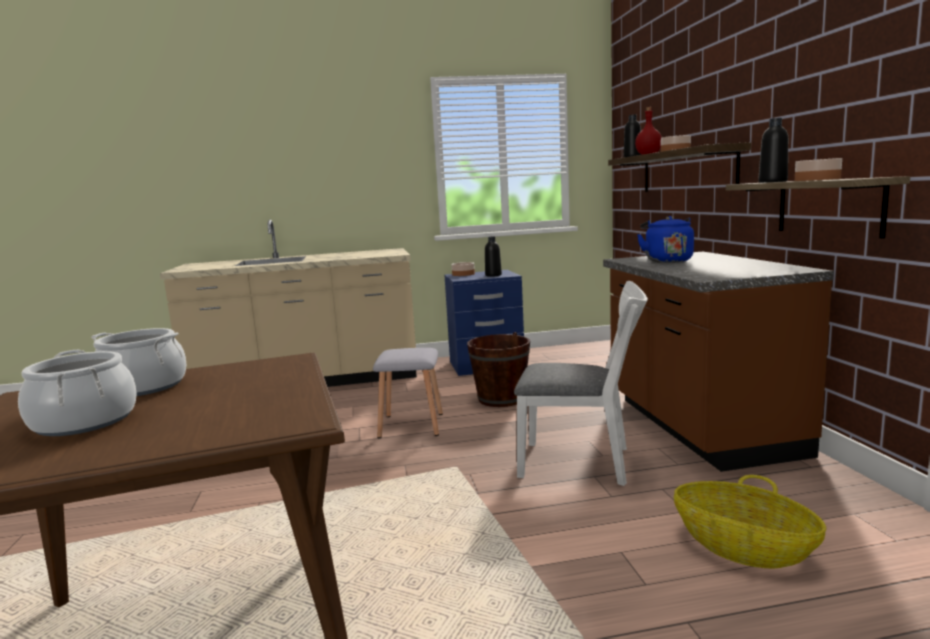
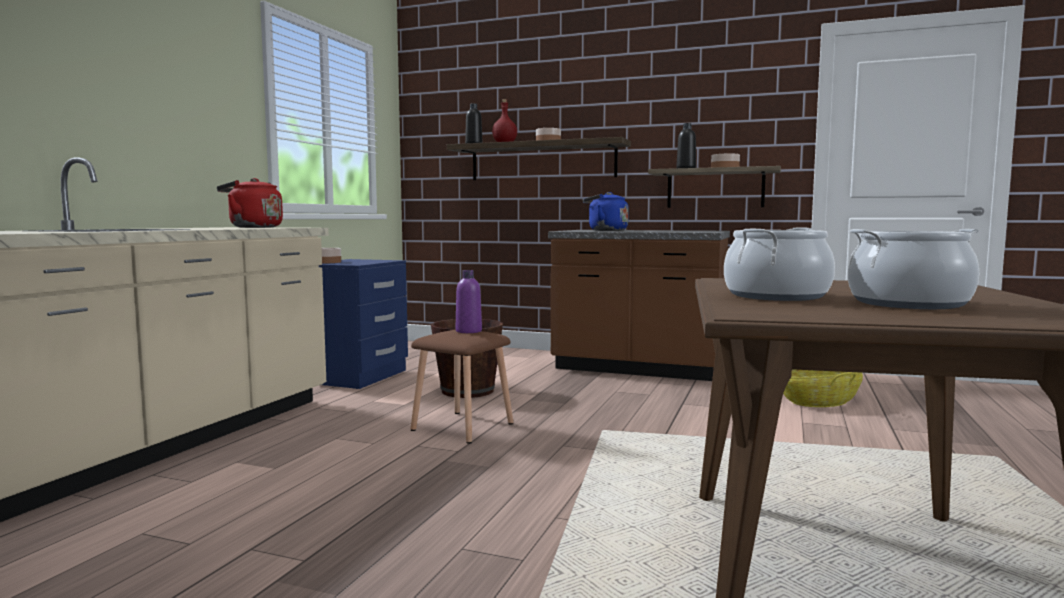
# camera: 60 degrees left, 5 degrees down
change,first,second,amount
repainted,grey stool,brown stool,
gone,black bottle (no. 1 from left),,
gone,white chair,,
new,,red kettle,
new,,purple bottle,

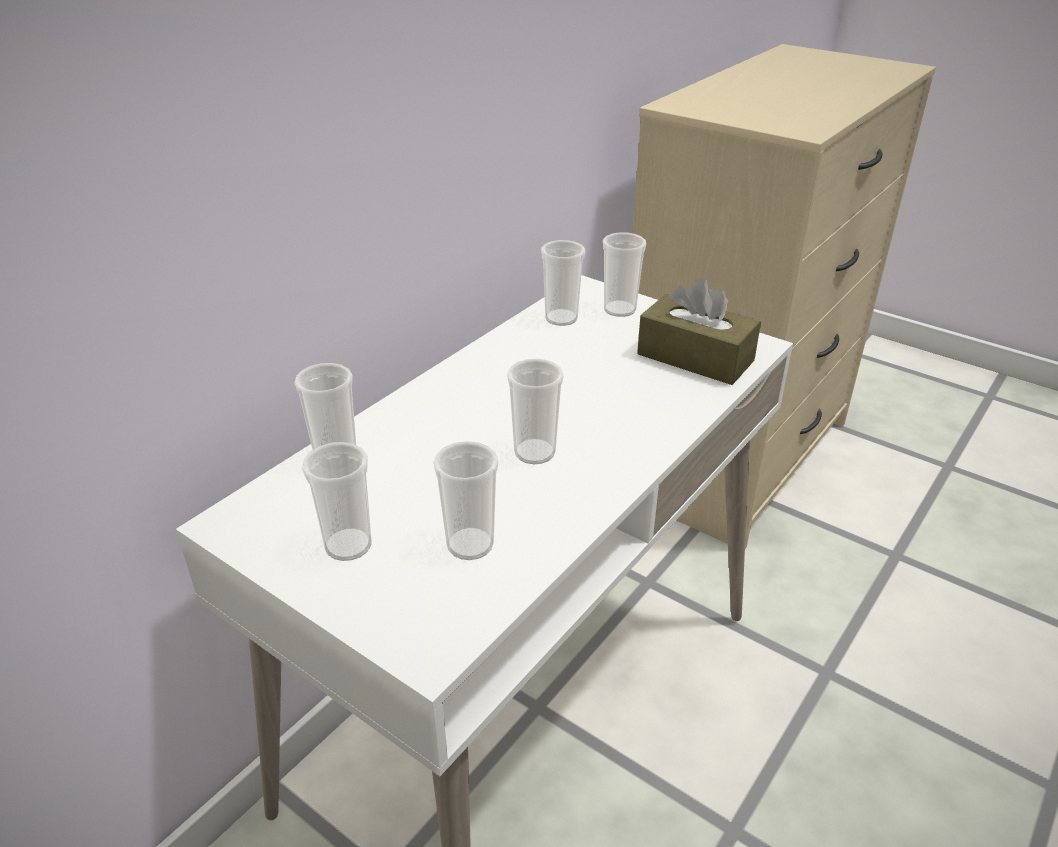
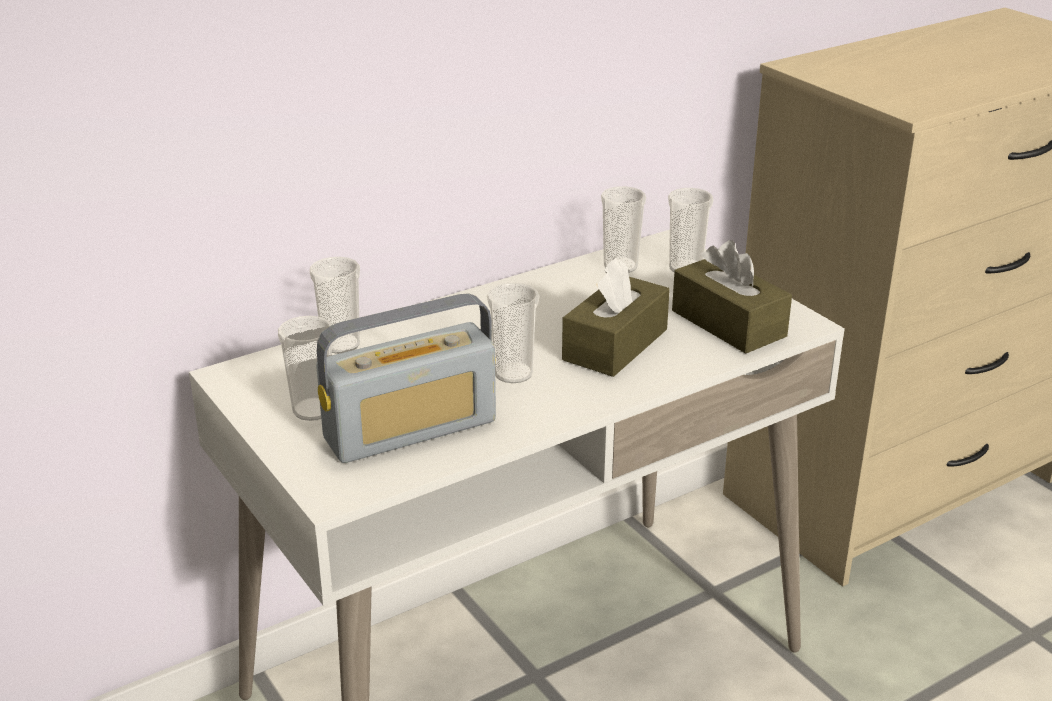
# camera: 20 degrees right, 5 degrees down
change,first,second,amount
swapped,cup (no. 3 from left),radio,
new,,brown tissue box (no. 1 from left),

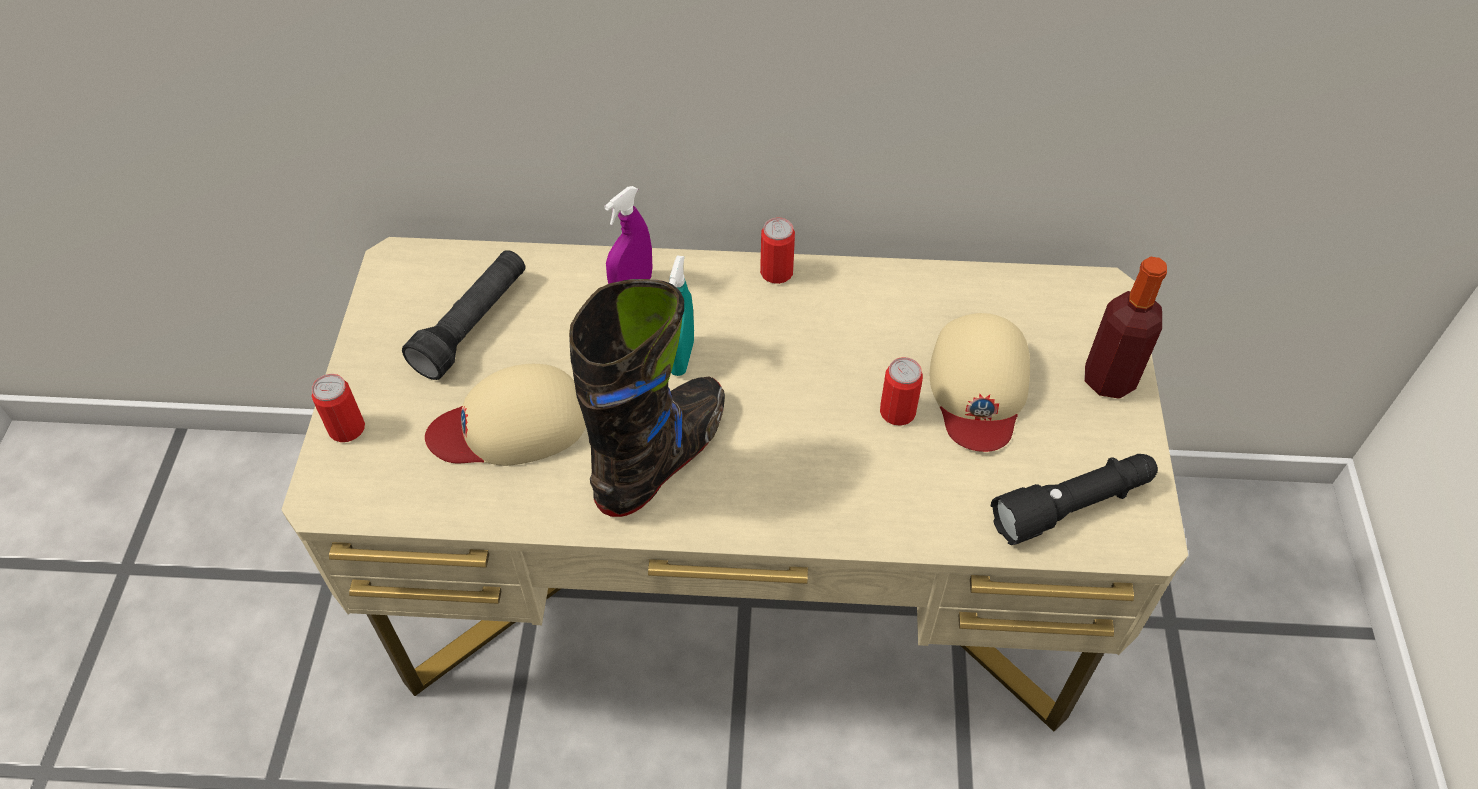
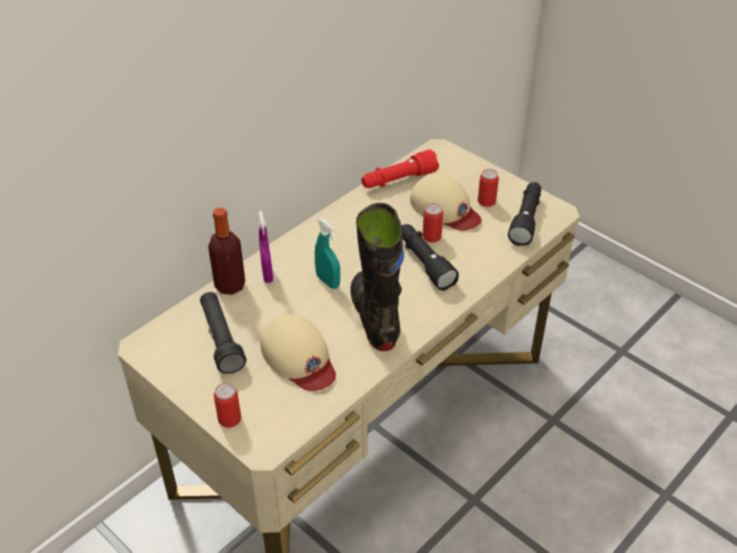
# camera: 50 degrees left, 10 degrees down
change,first,second,amount
rotated,beige cap (no. 1 from left),,60 degrees counterclockwise
shifted,can (no. 2 from left in the first image),can (no. 3 from left),
shifted,bottle,,
new,,red flashlight,
new,,black flashlight (no. 2 from left),

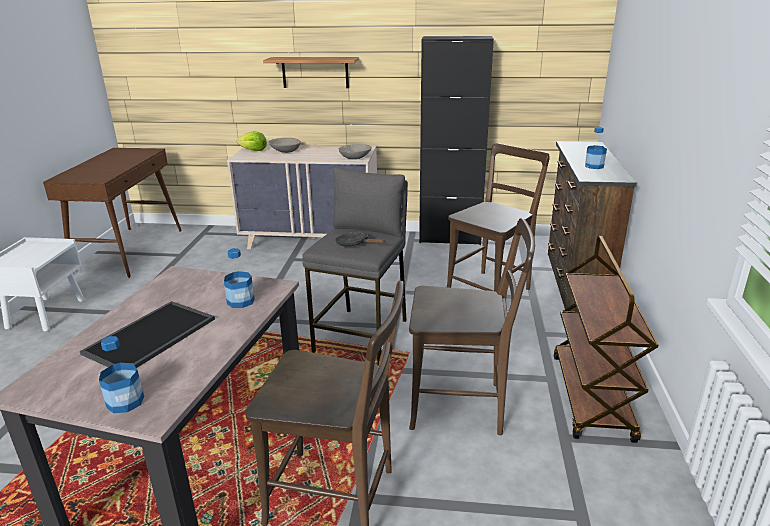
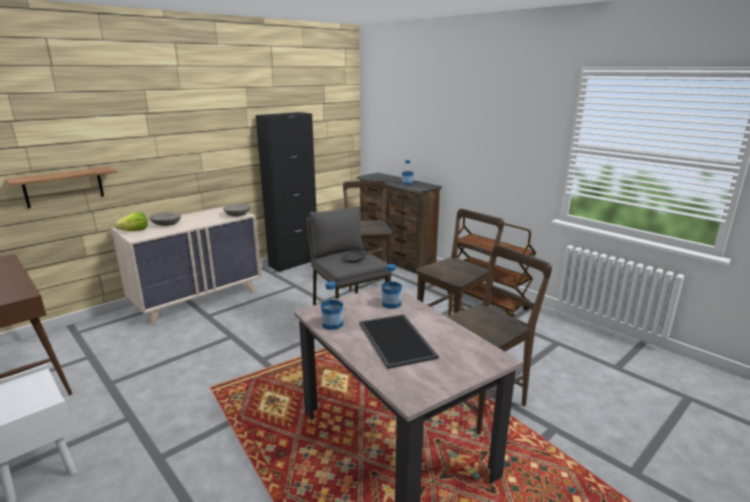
# camera: 50 degrees left, 5 degrees down
change,first,second,amount
shifted,bottle (no. 1 from left),,
shifted,shelf,,

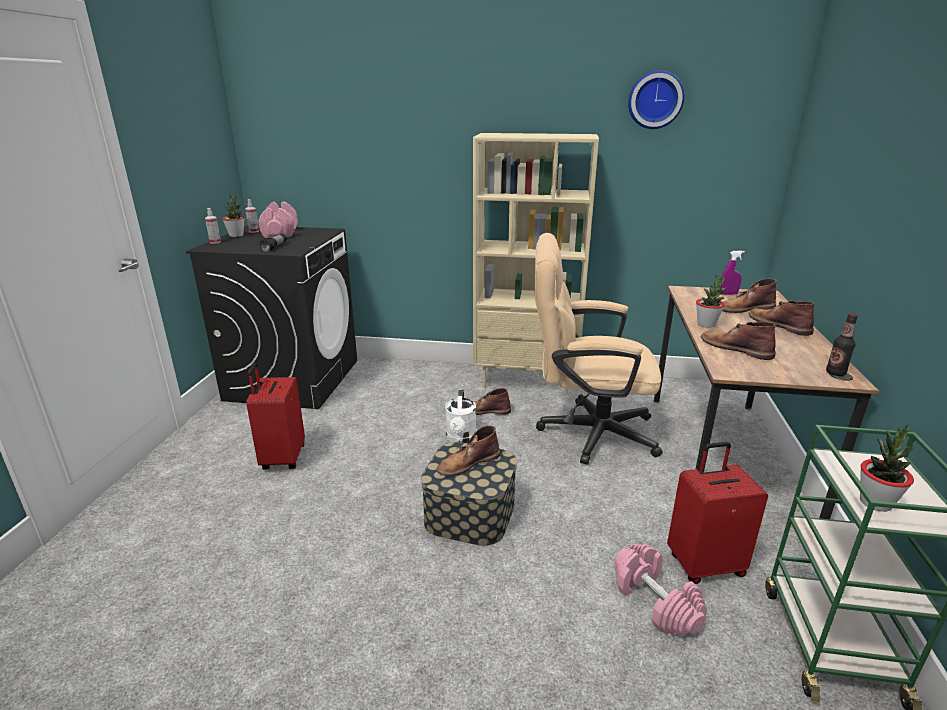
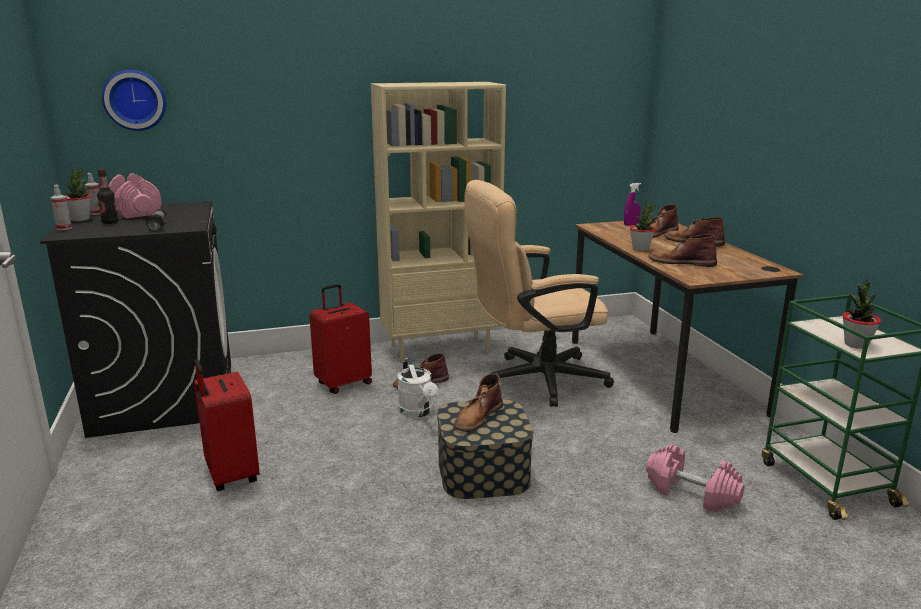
# camera: 25 degrees left, 5 degrees down
change,first,second,amount
shifted,wall clock,,
shifted,red suitcase (no. 2 from left),,
shifted,bottle,,

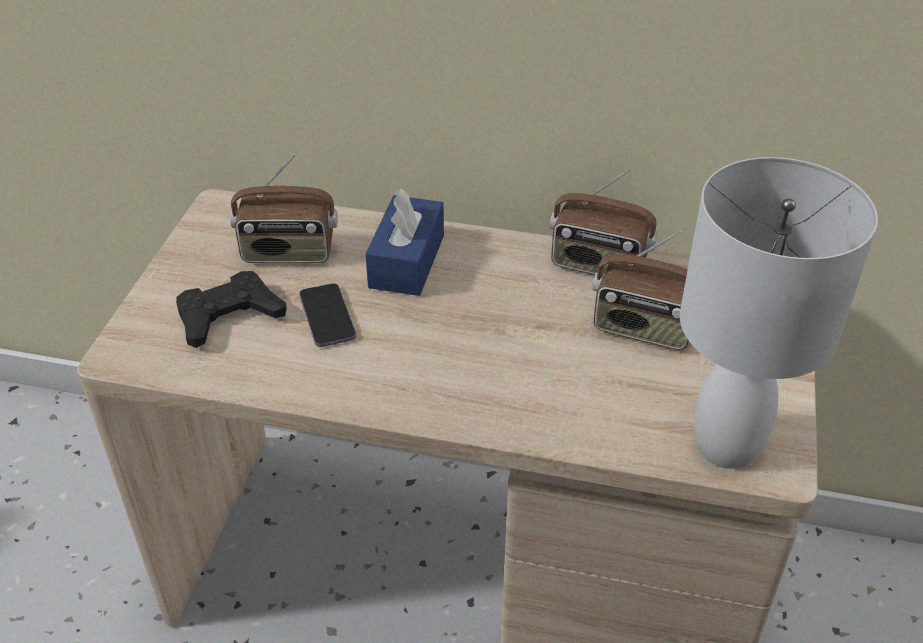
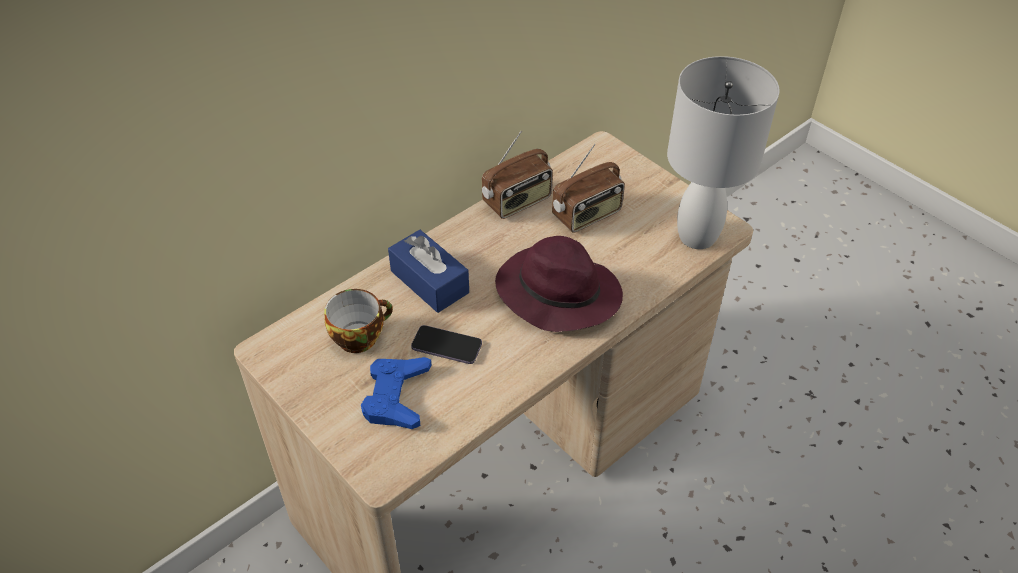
# camera: 55 degrees left, 5 degrees up
change,first,second,amount
repainted,black game controller,blue game controller,
swapped,radio (no. 1 from left),cup,
new,,purple hat,

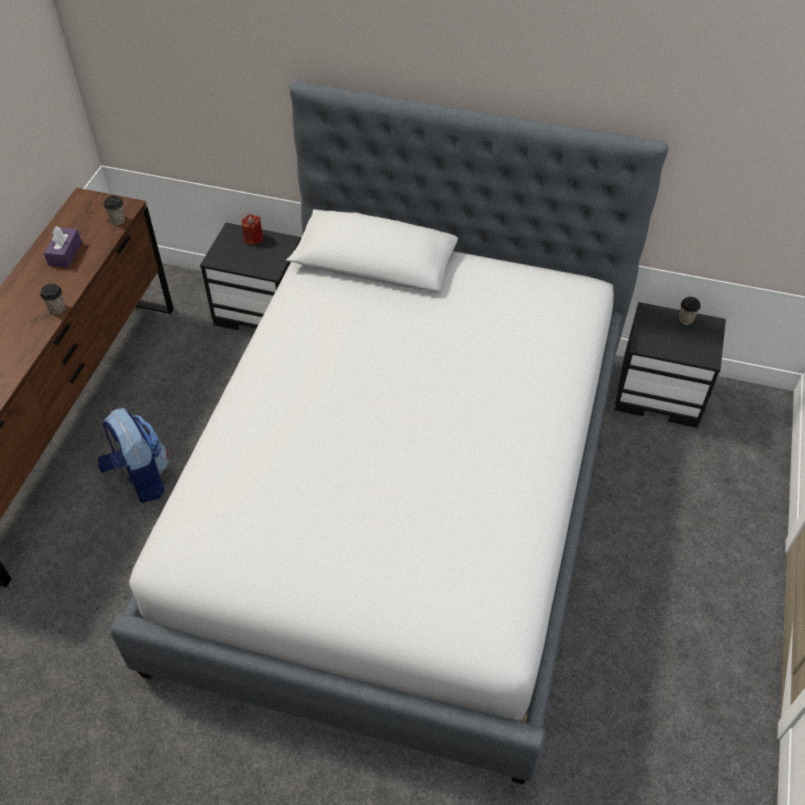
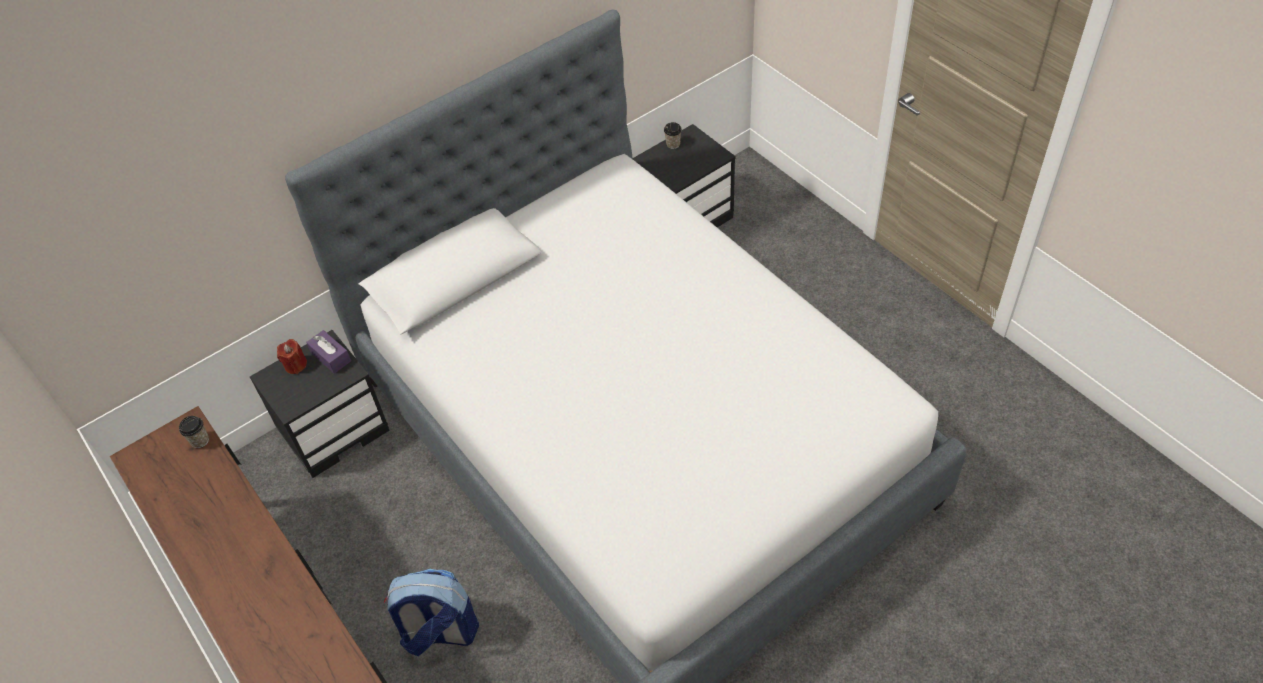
# camera: 50 degrees left, 0 degrees up
change,first,second,amount
gone,cup (no. 1 from left),,
shifted,purple tissue box,,

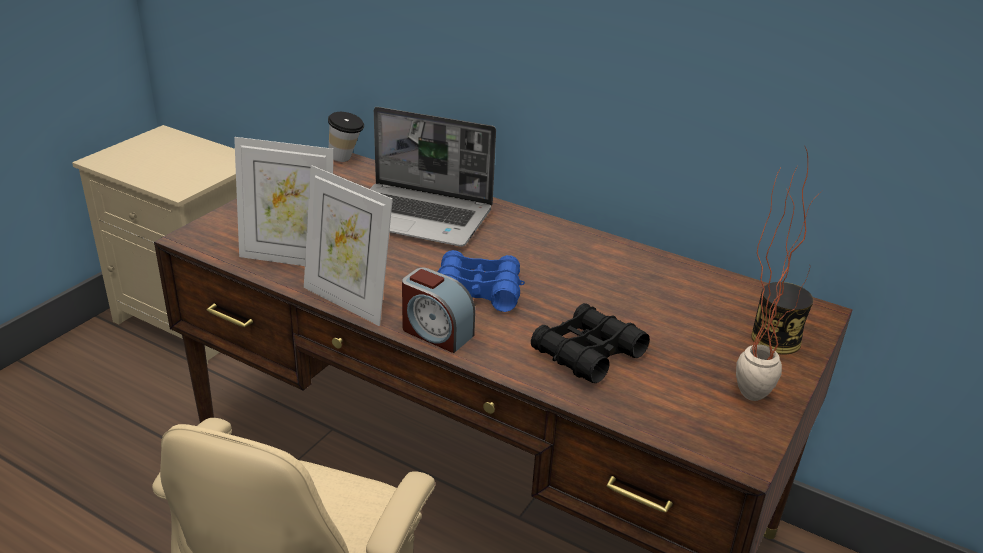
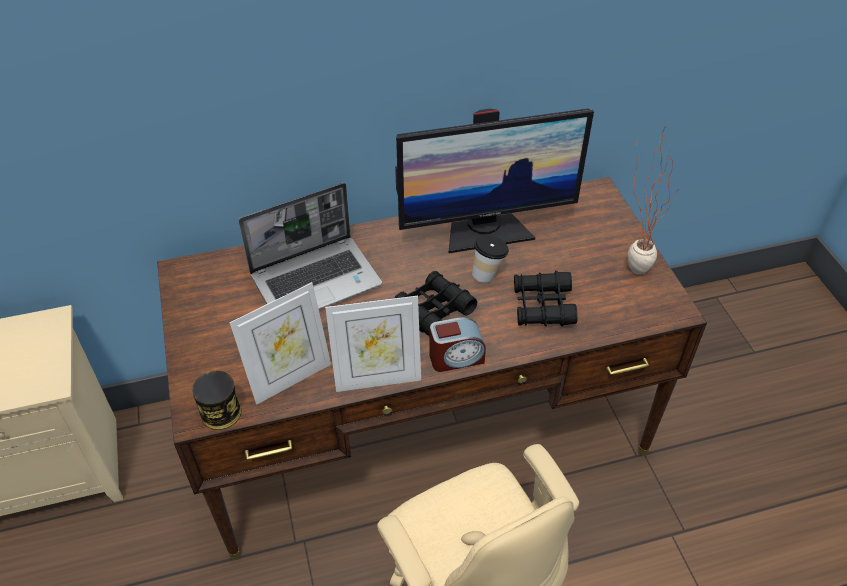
# camera: 45 degrees left, 15 degrees up
change,first,second,amount
shifted,cup,,
repainted,blue binoculars,black binoculars (no. 1 from left),
shifted,can,,
new,,monitor,

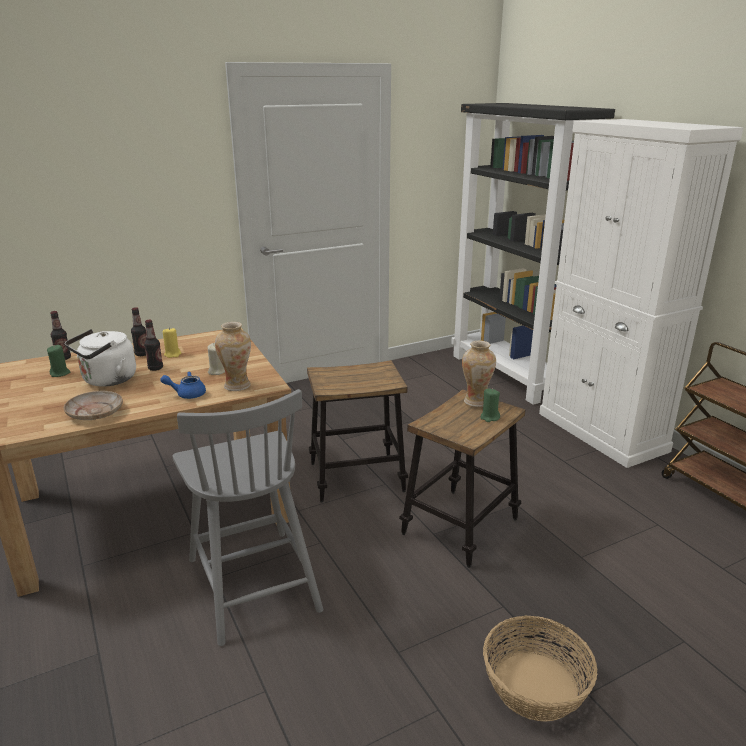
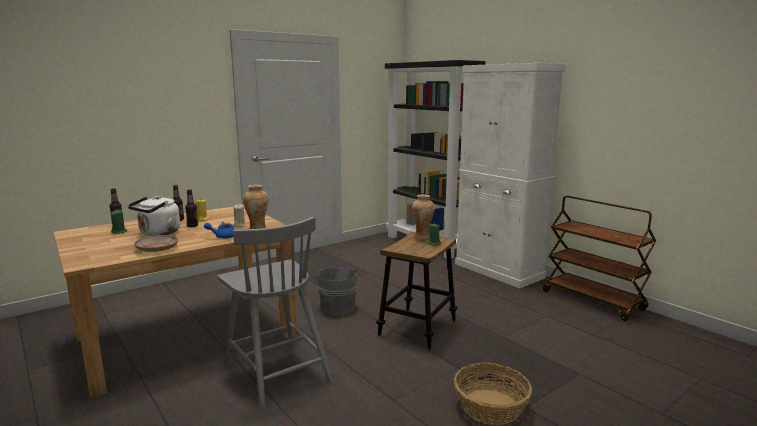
# camera: 10 degrees left, 10 degrees down
change,first,second,amount
swapped,stool (no. 1 from left),grey bucket,

